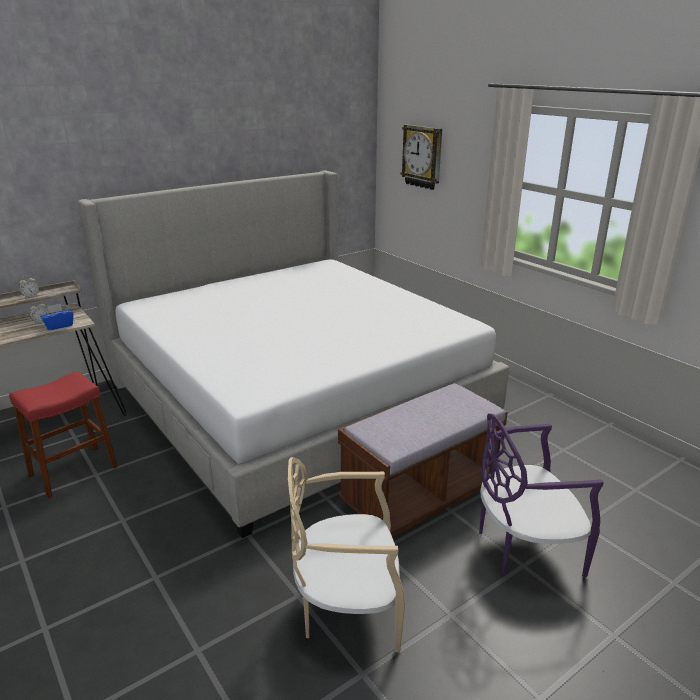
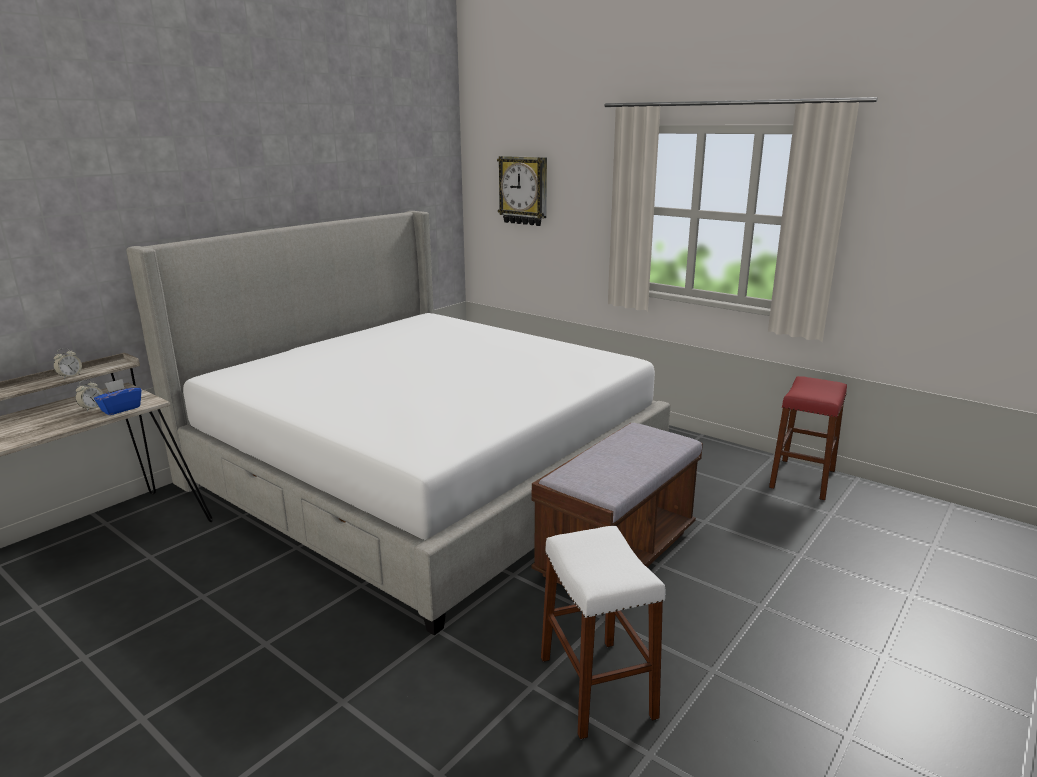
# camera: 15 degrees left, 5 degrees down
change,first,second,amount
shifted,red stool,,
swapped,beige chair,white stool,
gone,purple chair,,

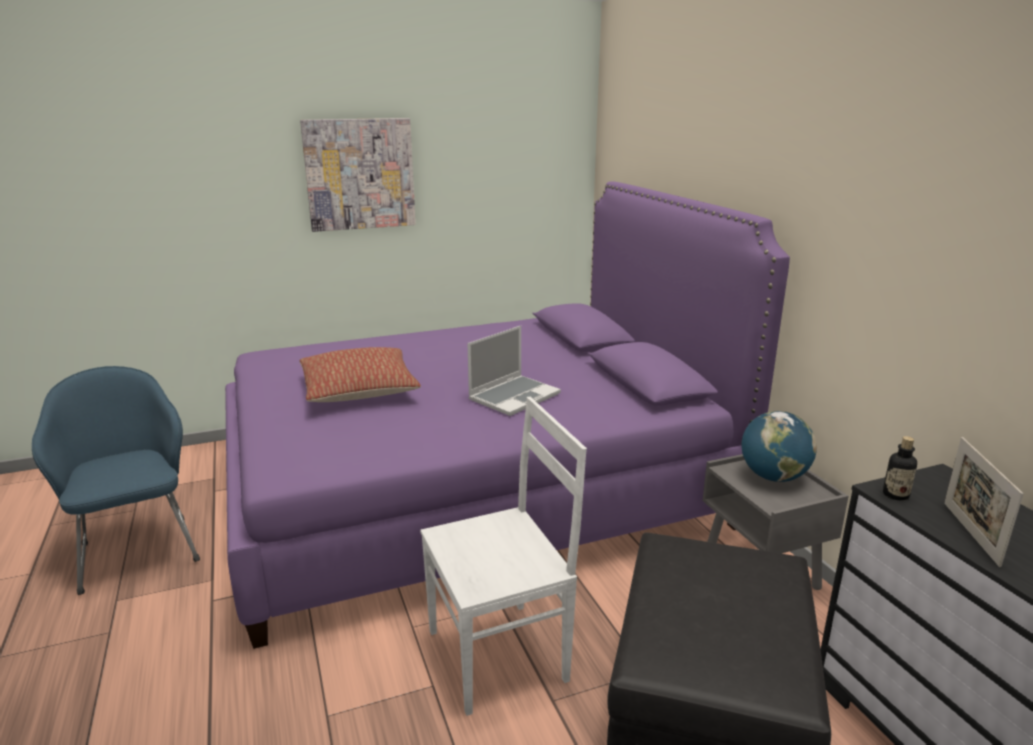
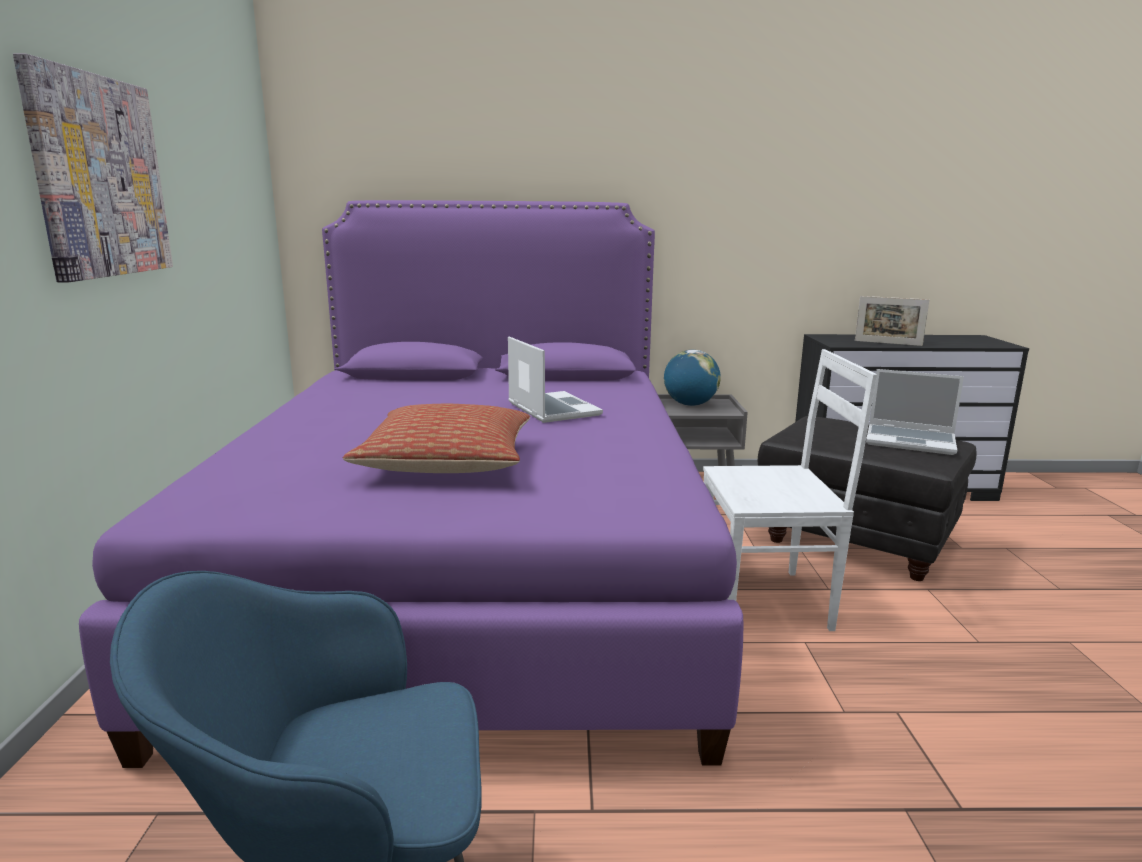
# camera: 70 degrees left, 5 degrees down
change,first,second,amount
rotated,white chair,,90 degrees clockwise
gone,bottle,,
new,,laptop (no. 2 from left),

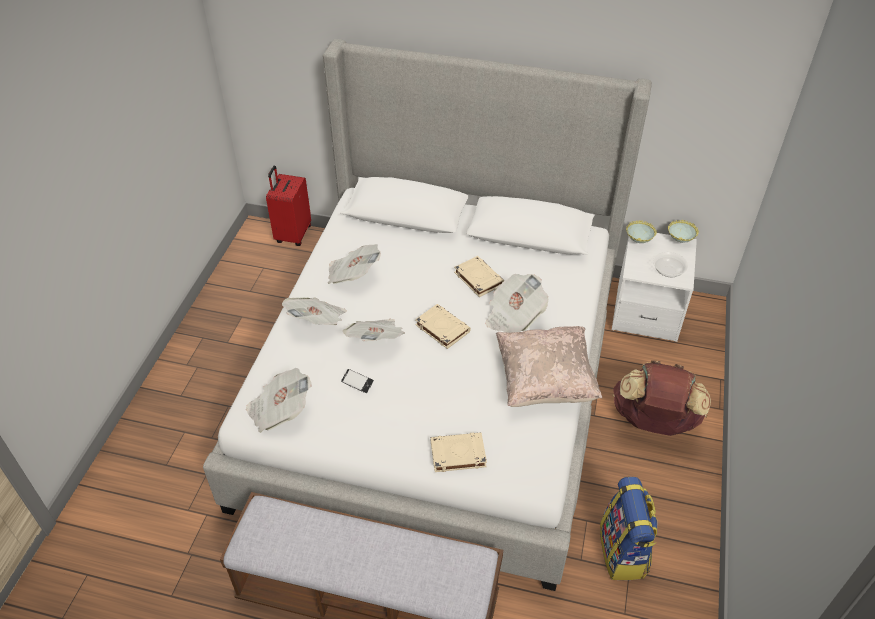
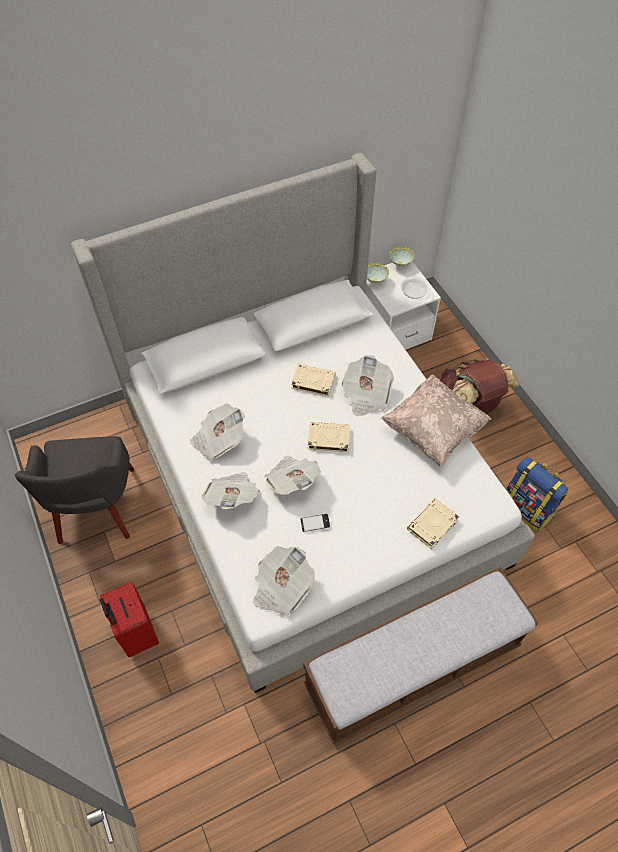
# camera: 40 degrees left, 10 degrees up
change,first,second,amount
shifted,red suitcase,,
new,,grey armchair,

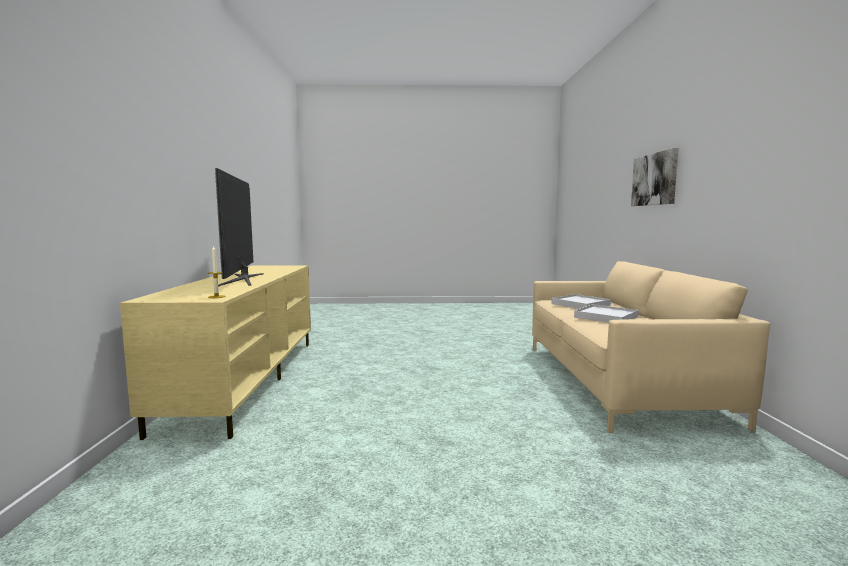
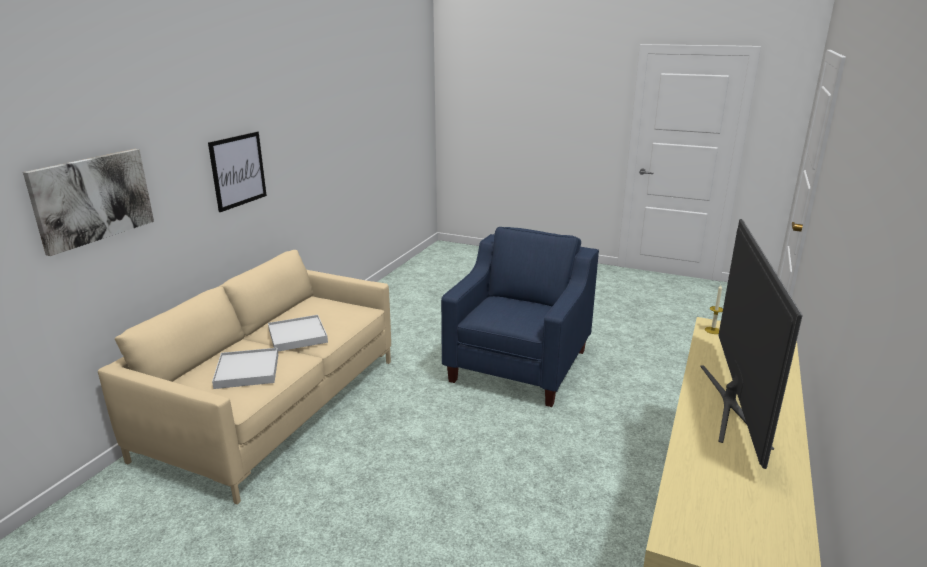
# camera: 155 degrees left, 15 degrees up
change,first,second,amount
new,,picture (no. 2 from left),
new,,blue armchair,

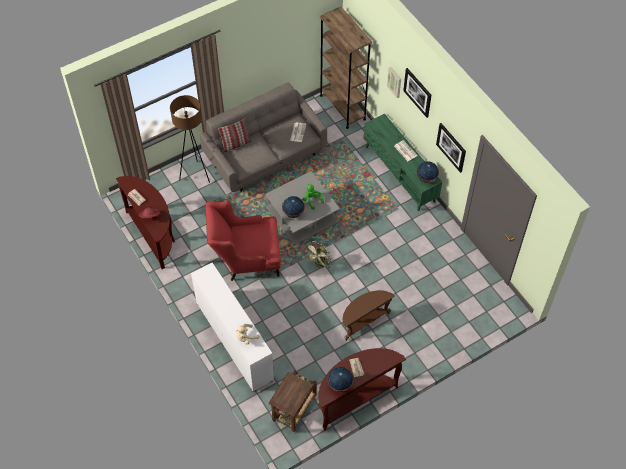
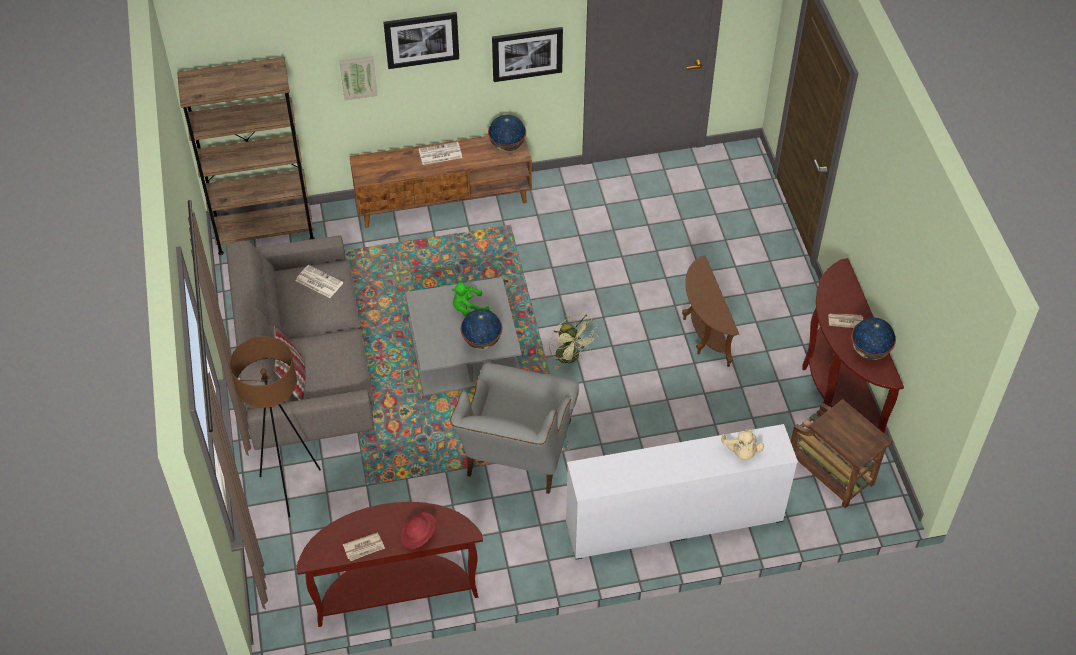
# camera: 70 degrees left, 5 degrees down
change,first,second,amount
repainted,red armchair,grey armchair,
repainted,green tv stand,brown tv stand,

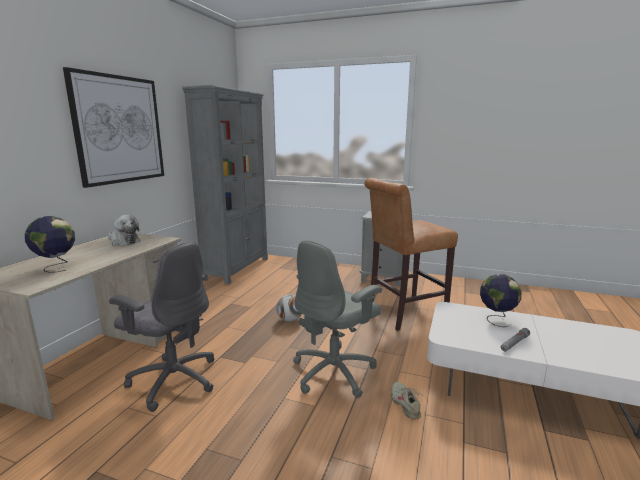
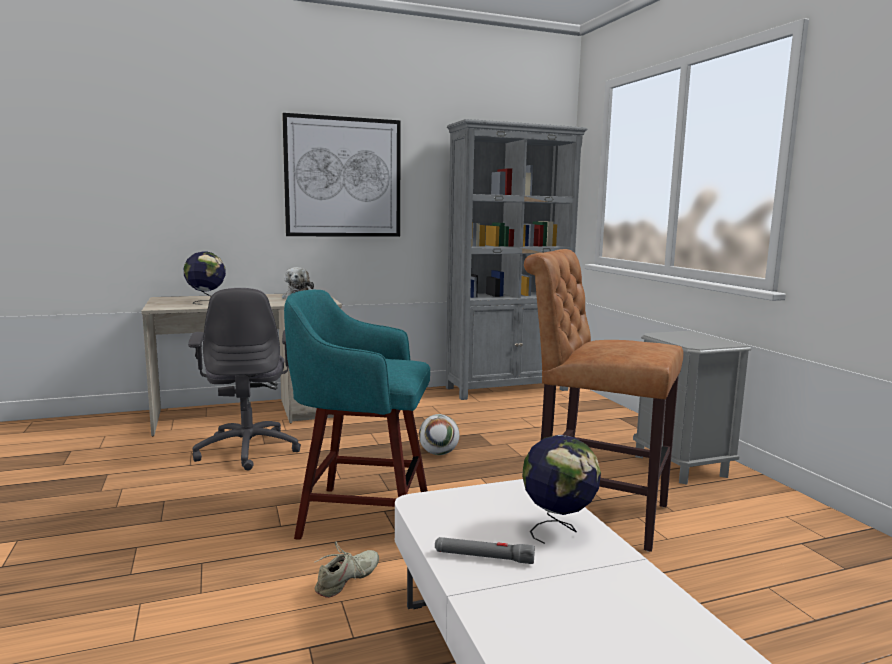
# camera: 50 degrees right, 5 degrees down
change,first,second,amount
swapped,grey office chair (no. 2 from left),turquoise stool,

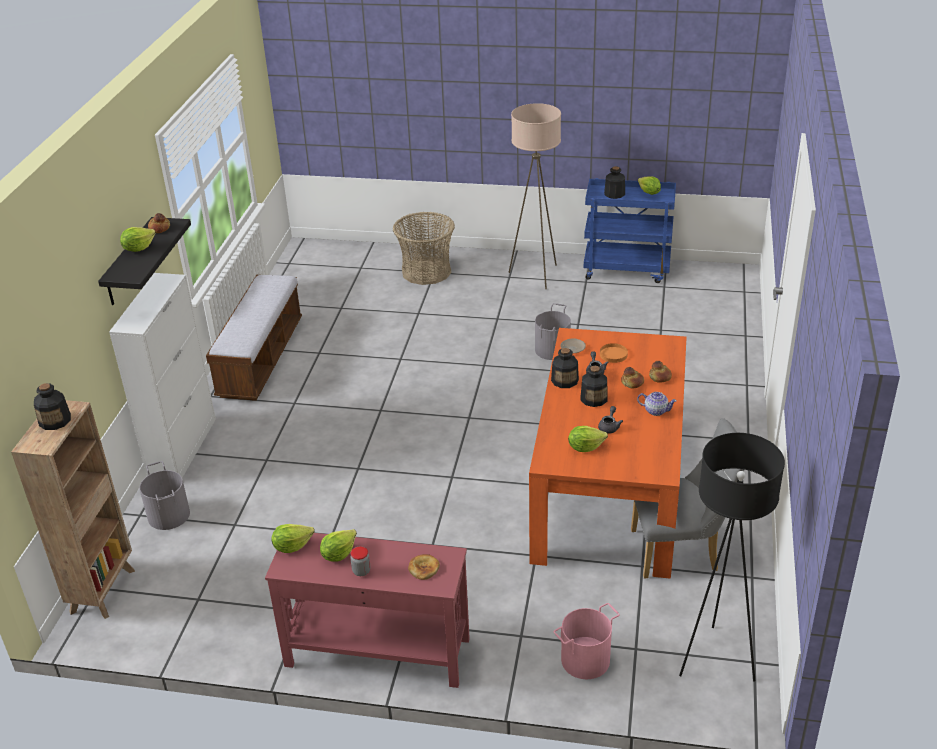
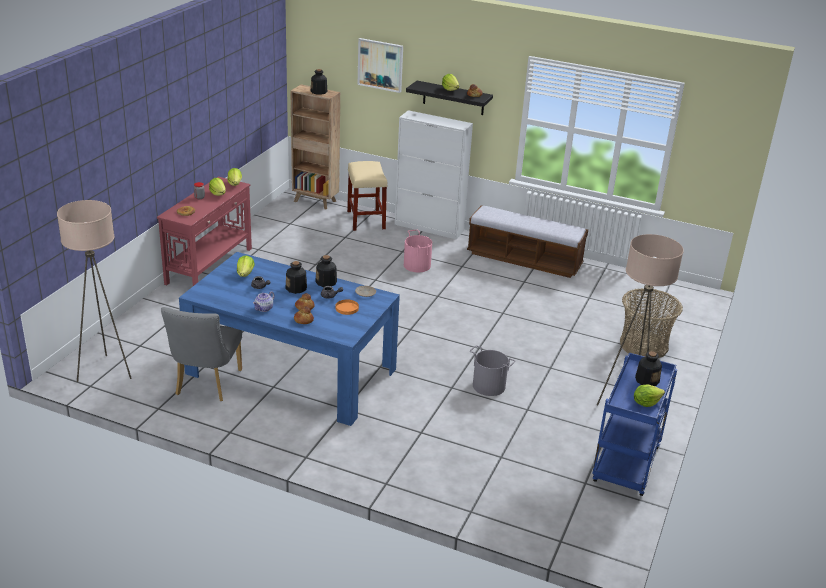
# camera: 100 degrees right, 5 degrees down
change,first,second,amount
swapped,grey bucket (no. 1 from left),beige stool,
repainted,orange dining table,blue dining table,
shifted,pink bucket,,
repainted,black floor lamp,beige floor lamp (no. 1 from left),
new,,picture,

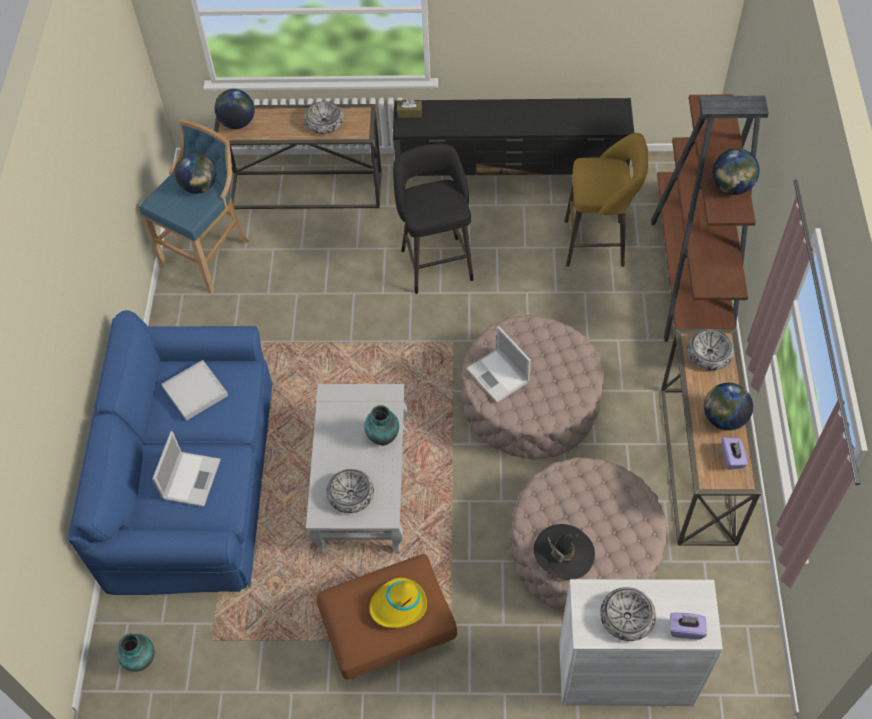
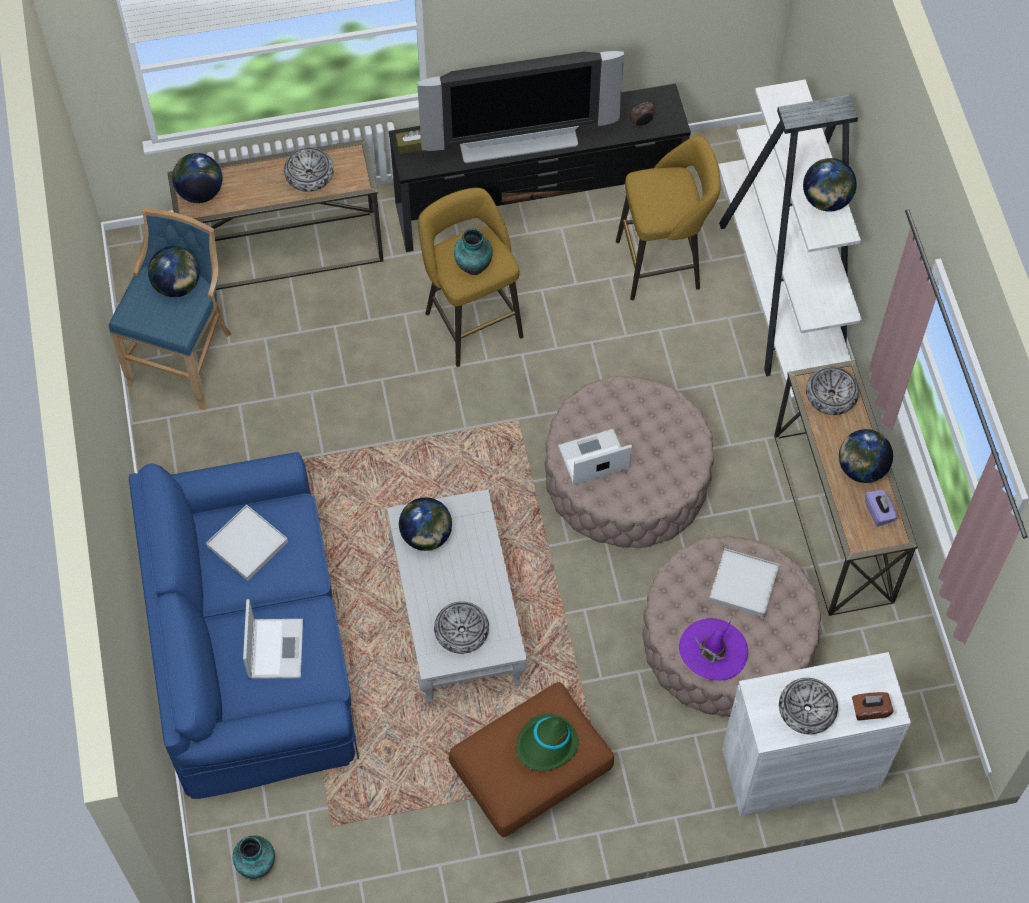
# camera: 15 degrees left, 5 degrees up
change,first,second,amount
shifted,vase (no. 2 from left),,
repainted,yellow hat,green hat,
repainted,black stool,yellow stool (no. 1 from left),
rotated,laptop (no. 2 from left),,120 degrees clockwise
repainted,black hat,purple hat,
repainted,brown bookcase,white bookcase,
repainted,purple tissue box (no. 1 from left),brown tissue box (no. 2 from left),
new,,globe (no. 3 from left),
new,,television,
new,,alarm clock,
new,,white tray (no. 2 from left),

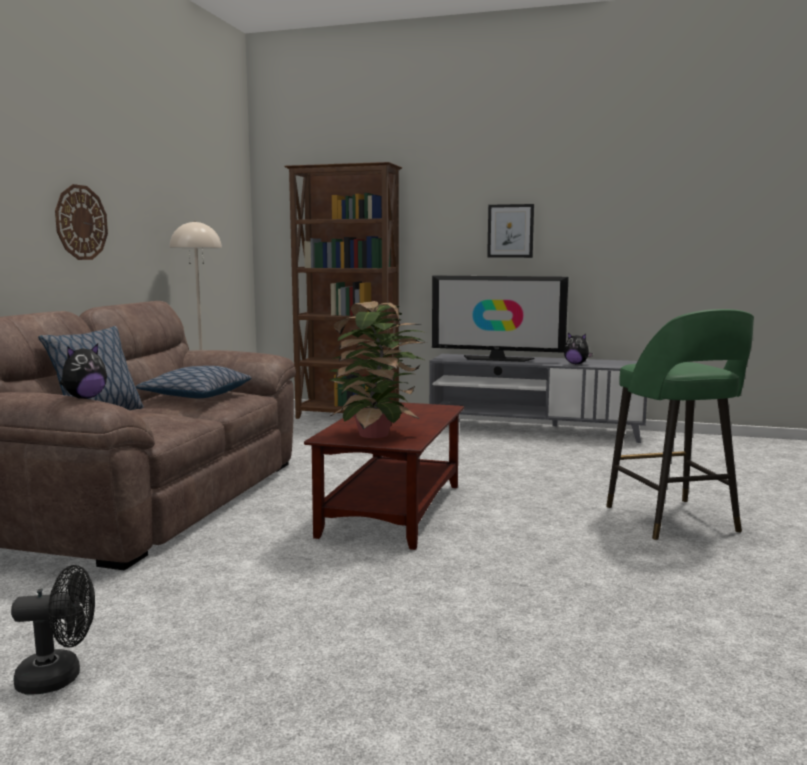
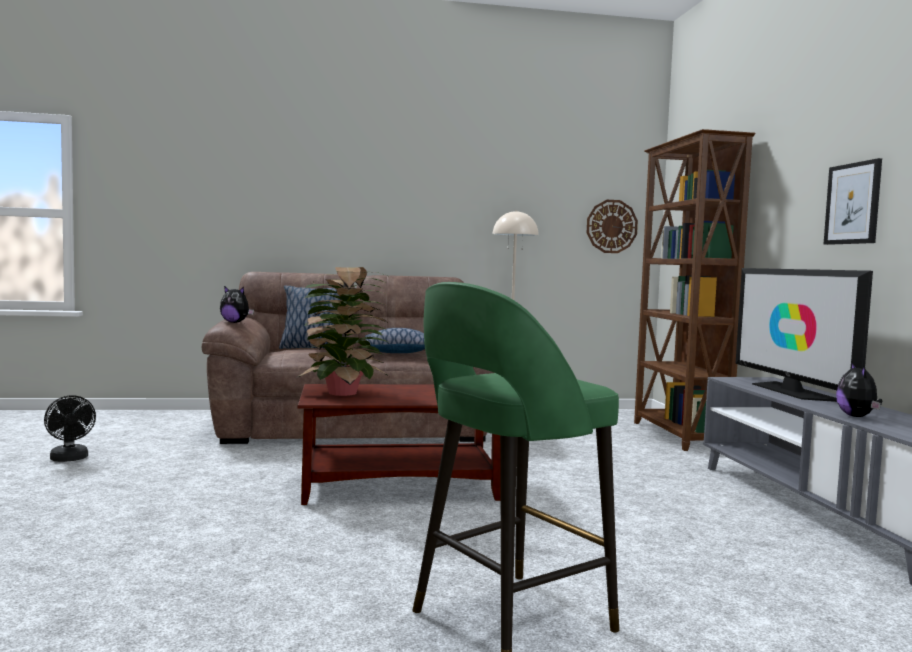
# camera: 65 degrees right, 5 degrees down
change,first,second,amount
shifted,wall clock,,

